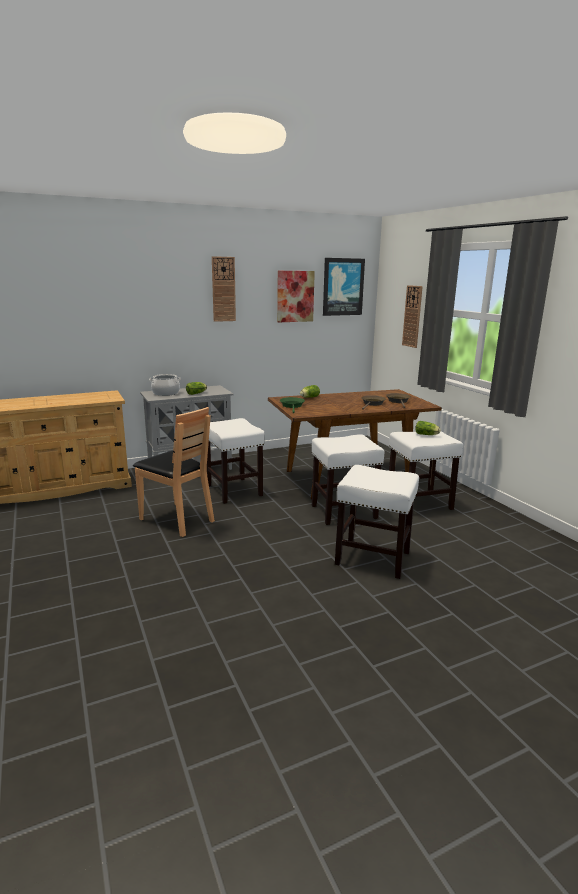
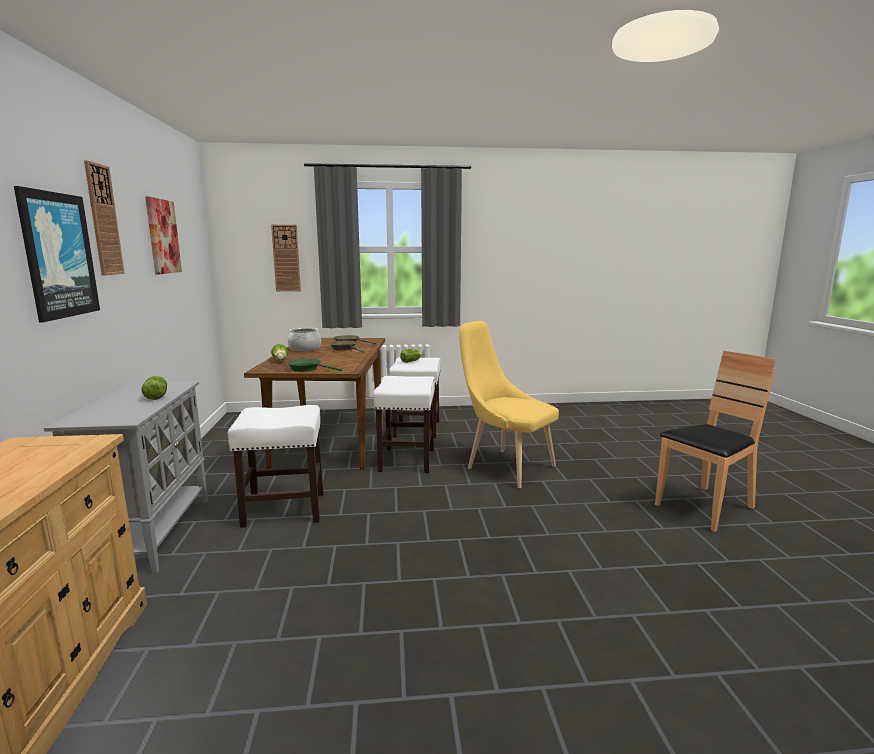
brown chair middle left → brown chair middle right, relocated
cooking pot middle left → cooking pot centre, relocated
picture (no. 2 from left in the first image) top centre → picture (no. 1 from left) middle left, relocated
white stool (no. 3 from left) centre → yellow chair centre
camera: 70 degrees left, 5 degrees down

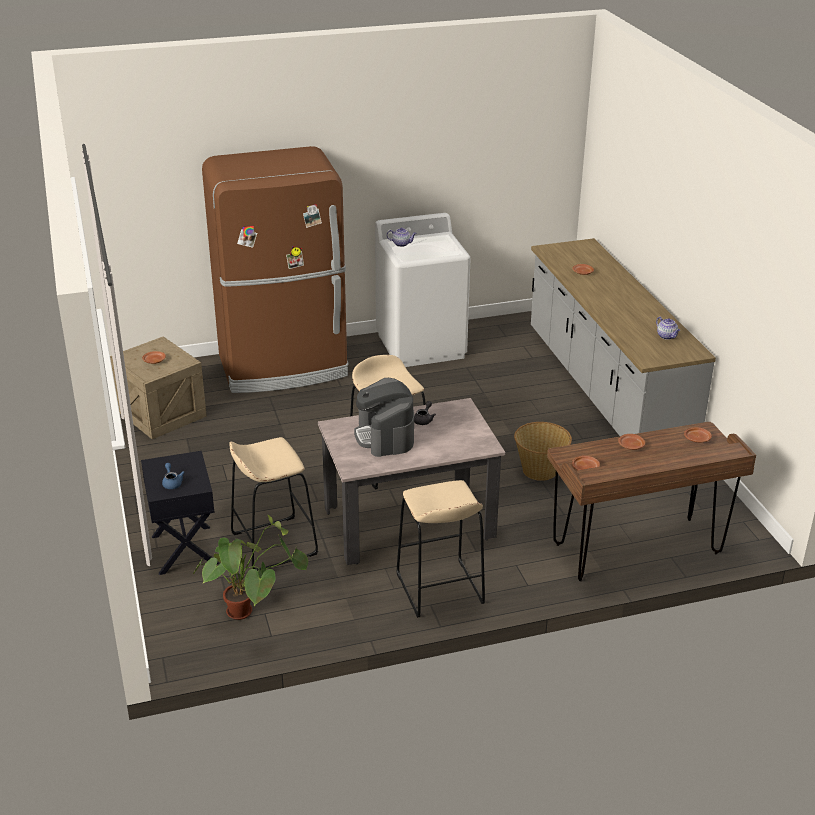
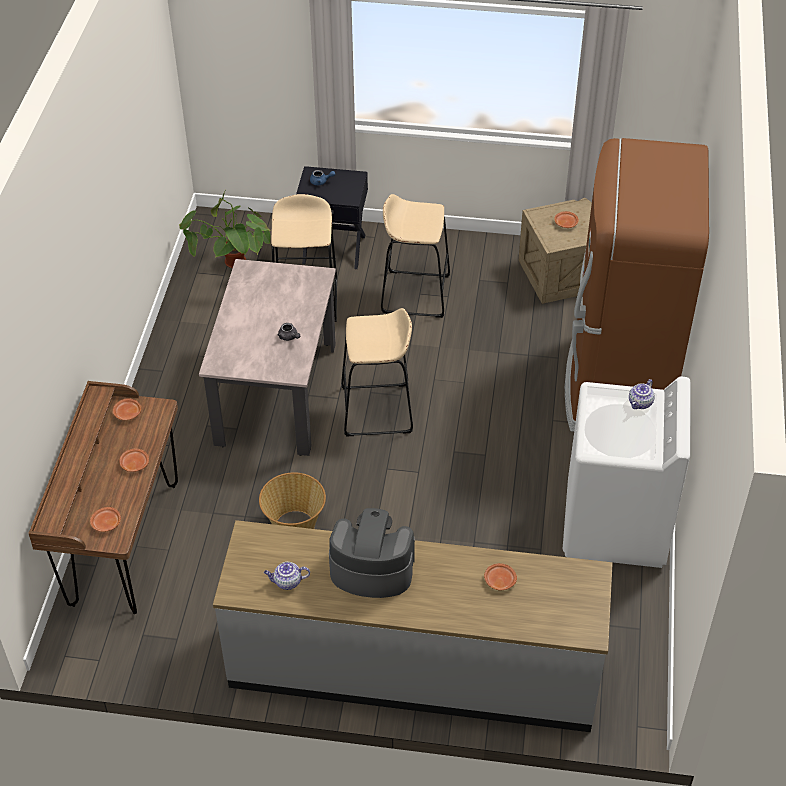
coffee machine centre → coffee machine bottom centre, relocated
beige stool (no. 3 from left) bottom centre → beige stool (no. 3 from left) top centre, relocated
camera: 115 degrees right, 15 degrees up

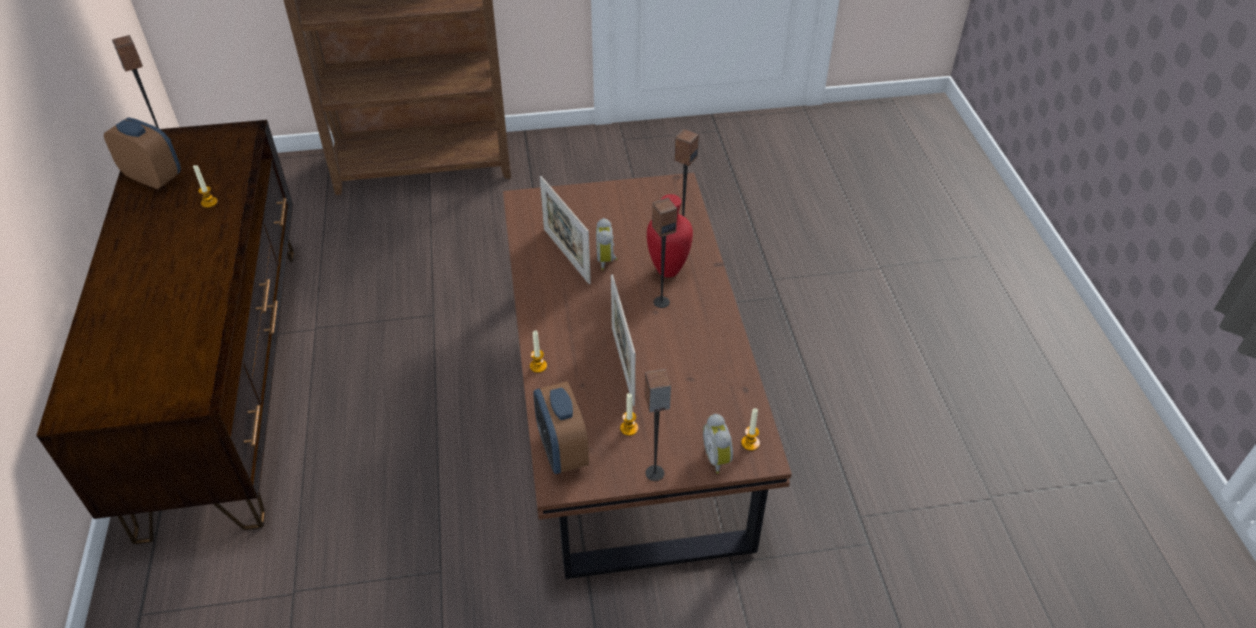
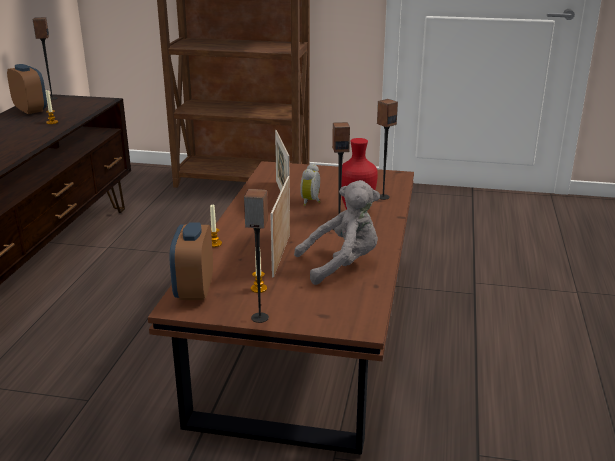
alarm clock (no. 4 from left) bottom centre → -
candle (no. 4 from left) bottom centre → -
- → grey plush toy centre
camera: 20 degrees right, 20 degrees down

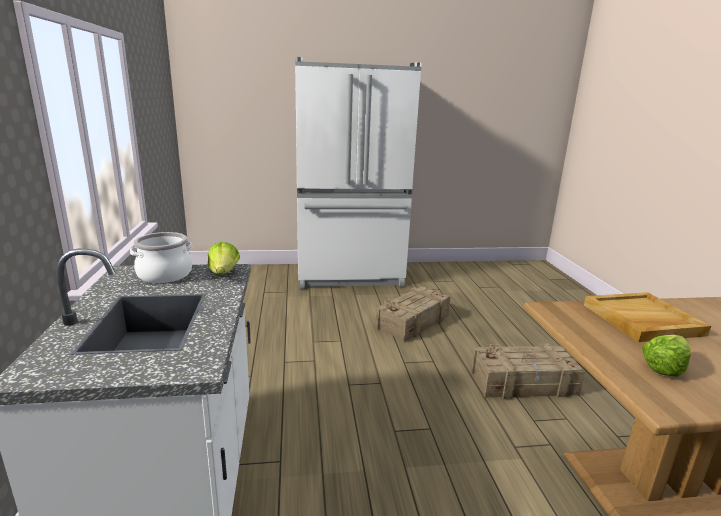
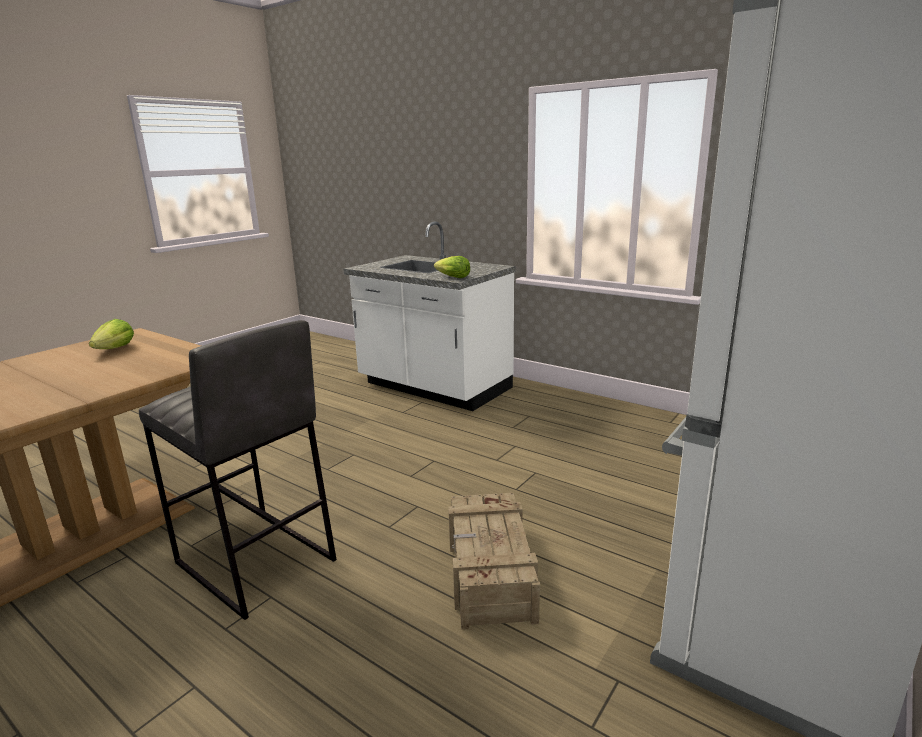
cooking pot middle left → -
crate (no. 2 from left) bottom right → grey stool middle left
beige tray middle right → -
camera: 135 degrees right, 0 degrees up

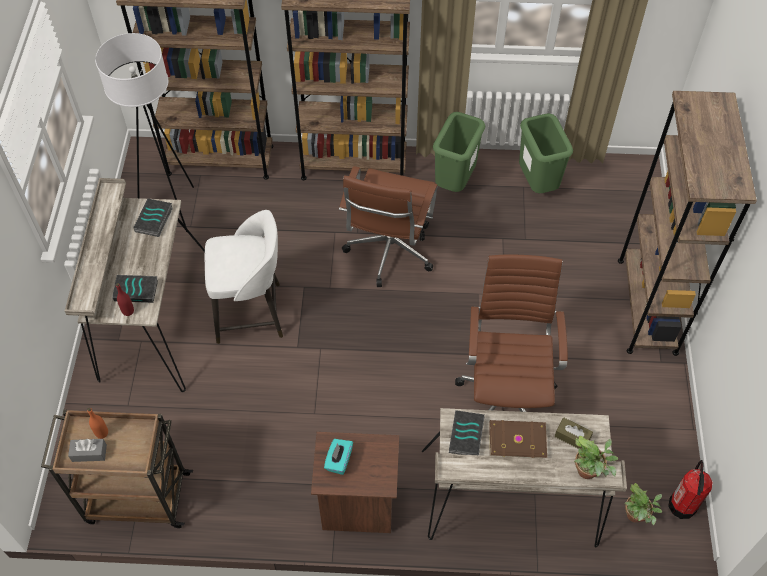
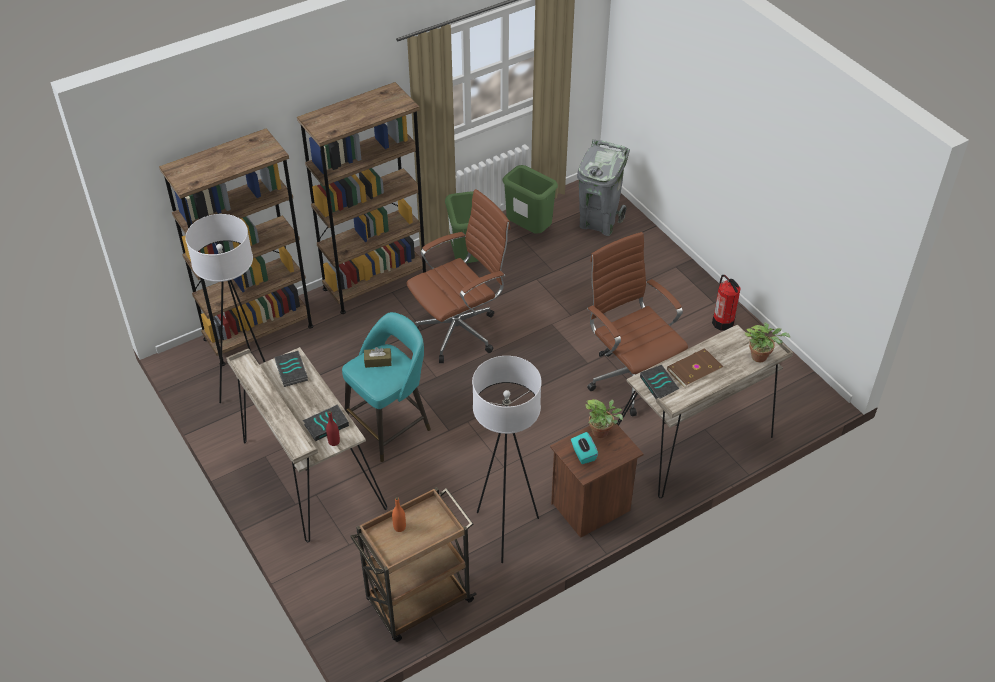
grey tissue box bottom left → -
white stool middle left → turquoise stool centre
brown office chair (no. 1 from left) centre, 105 degrees counterclockwise
brown tissue box bottom right → brown tissue box centre, relocated
brown bookcase (no. 3 from left) middle right → -
potted plant (no. 2 from left in the first image) bottom right → potted plant (no. 1 from left) centre, relocated
fire extinguisher bottom right → fire extinguisher middle right, relocated
- → white floor lamp (no. 2 from left) bottom centre
- → grey trash can top centre
camera: 35 degrees left, 10 degrees down

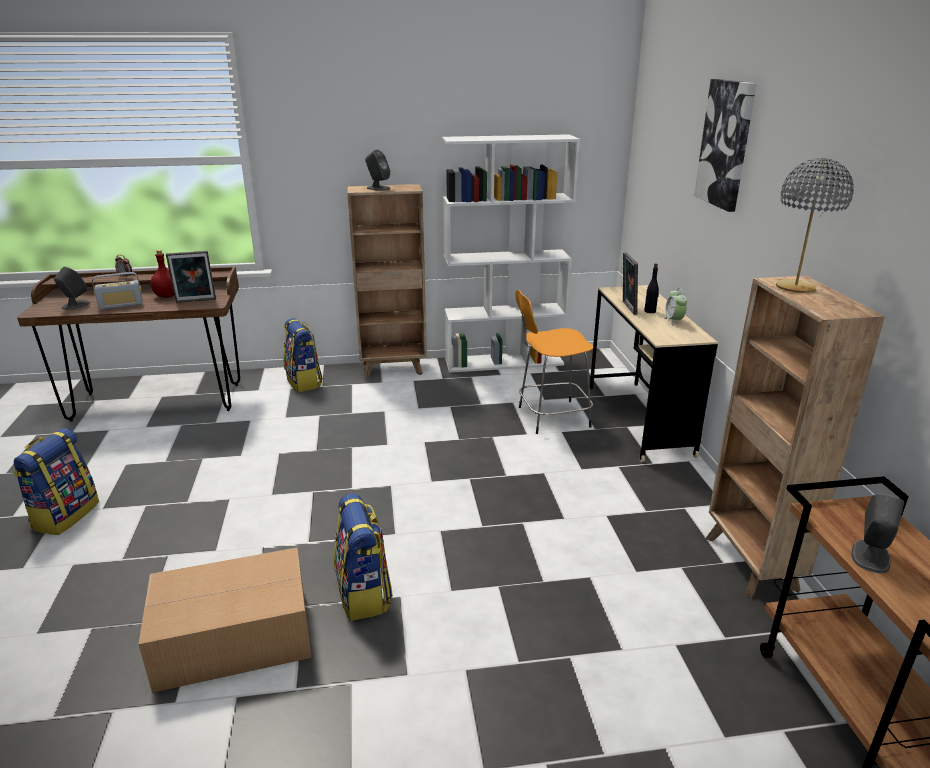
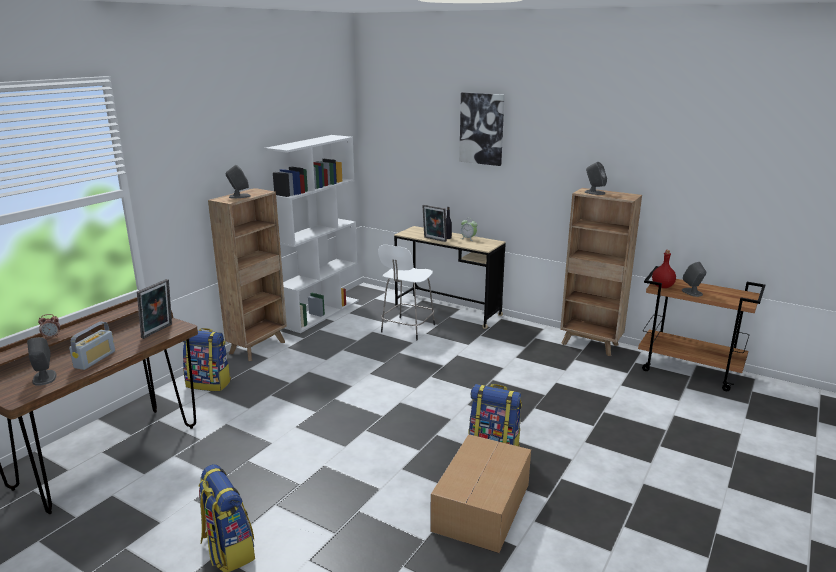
red bottle middle left → red bottle middle right, relocated
orange stool centre → white stool centre
grey table lamp top right → grey speaker (no. 3 from left) top right
camera: 50 degrees left, 5 degrees down

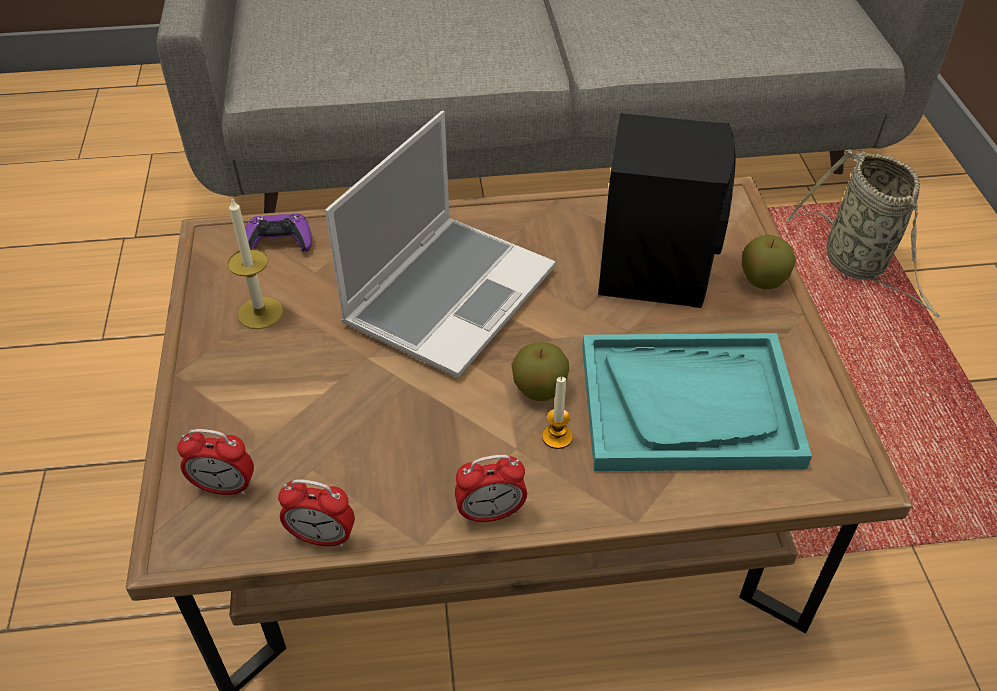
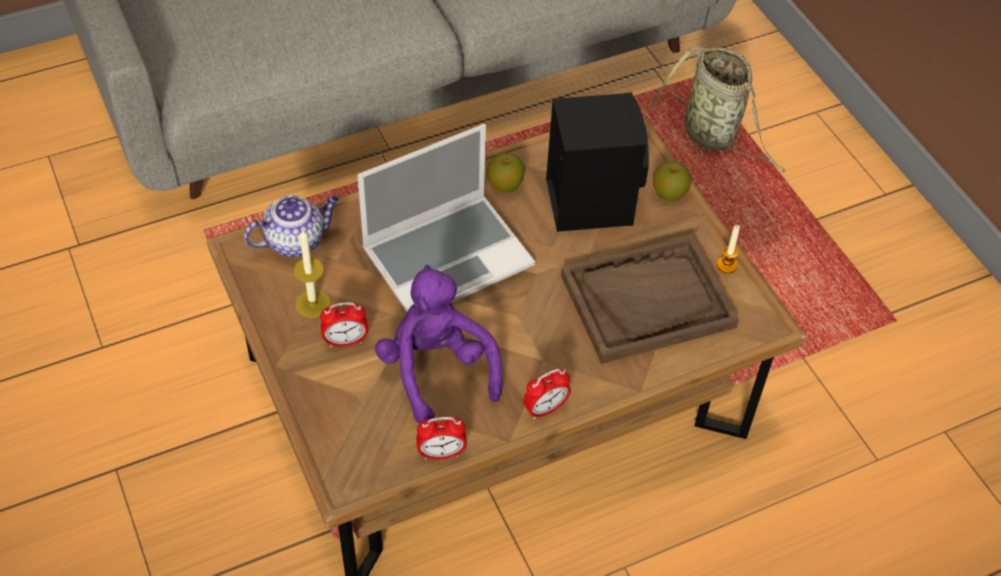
alarm clock (no. 1 from left) bottom left → alarm clock (no. 1 from left) centre, relocated
purple game controller middle left → teapot middle left
laptop centre, 45 degrees clockwise
apple (no. 1 from left) centre → apple (no. 1 from left) top centre, relocated
candle (no. 2 from left) centre → candle (no. 2 from left) middle right, relocated
turquoise tray middle right → brown tray centre
- → purple plush toy centre
camera: 20 degrees left, 5 degrees up

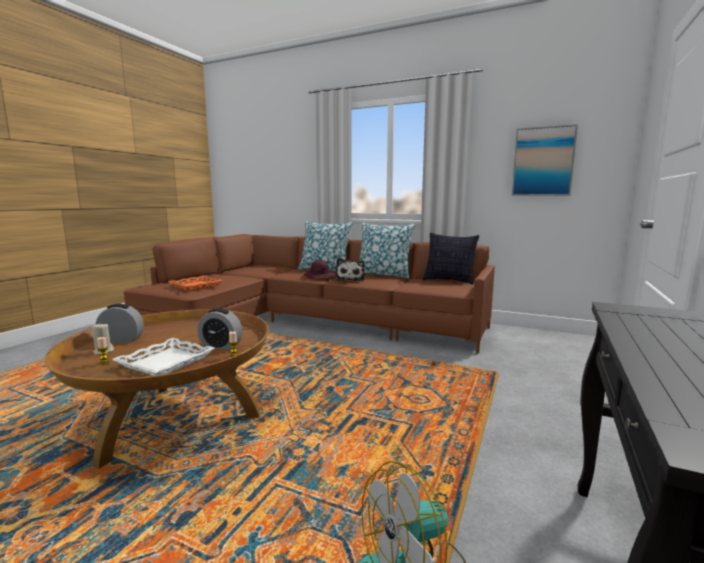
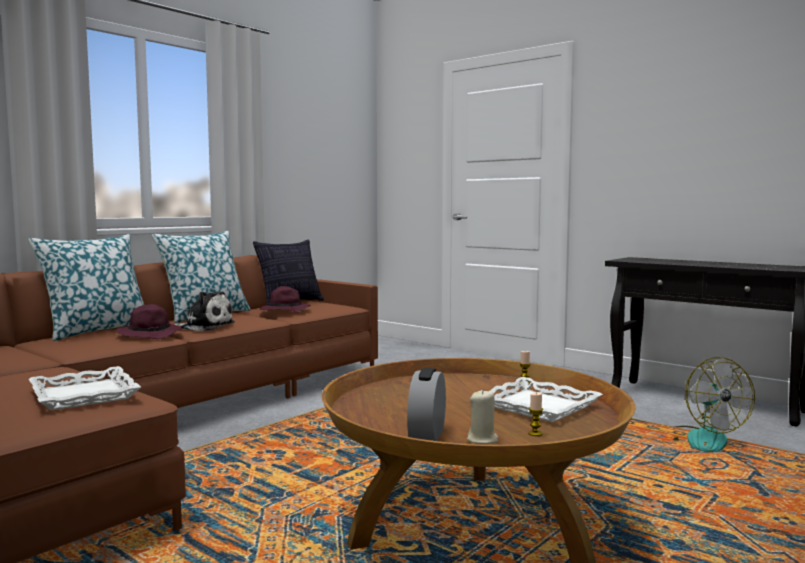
orange tray middle left → white tray (no. 1 from left) bottom left
alarm clock (no. 2 from left) middle left → -
picture top right → -
- → purple hat (no. 2 from left) centre
camera: 75 degrees left, 5 degrees down

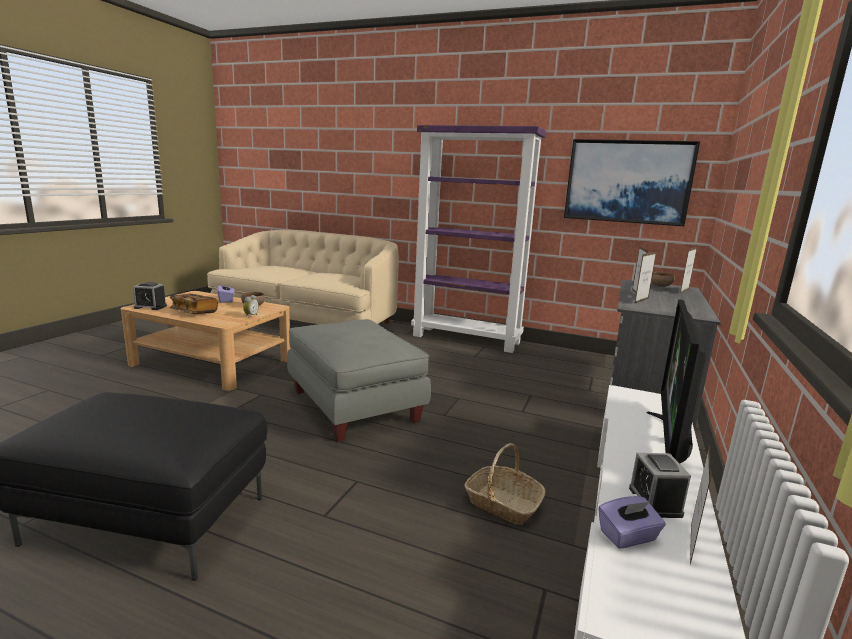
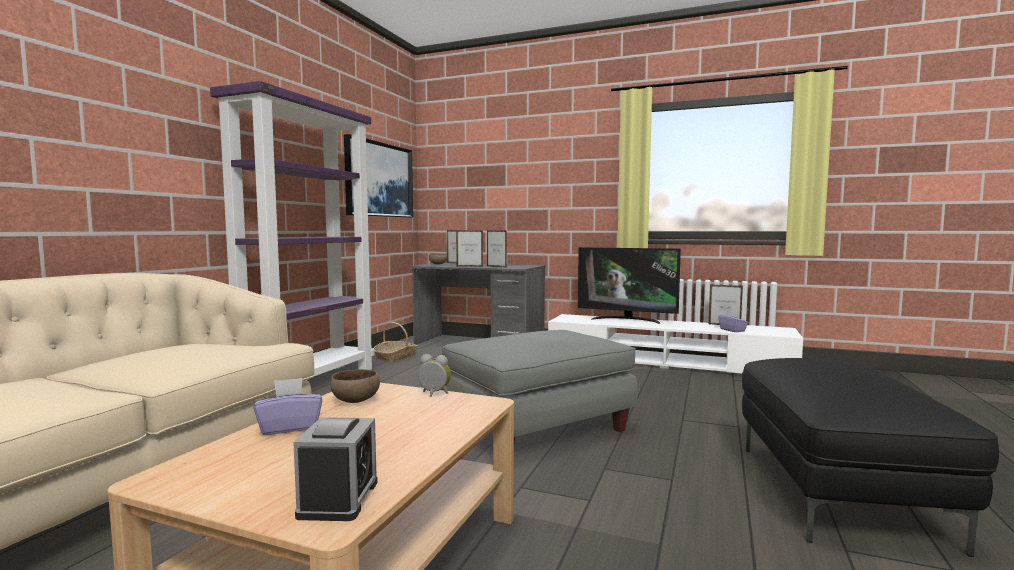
book middle left → -
basket bottom centre → basket centre, relocated
alarm clock (no. 3 from left) bottom right → -
camera: 90 degrees left, 10 degrees down

